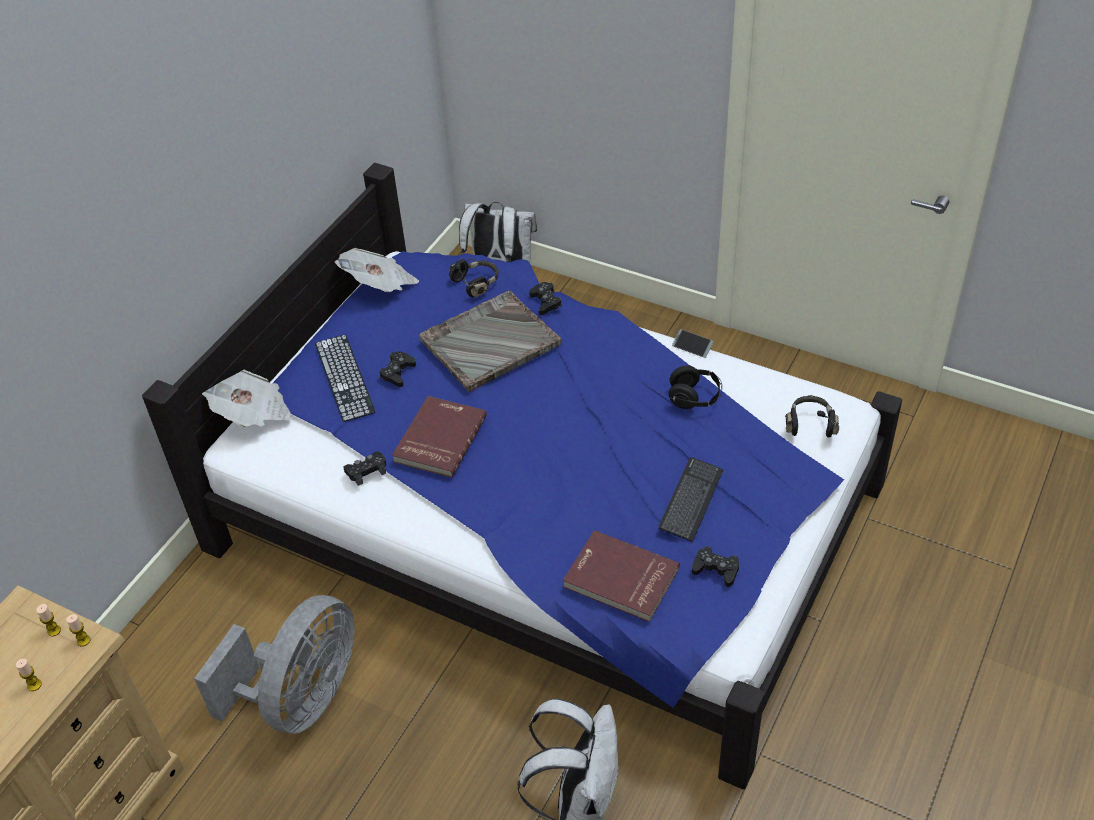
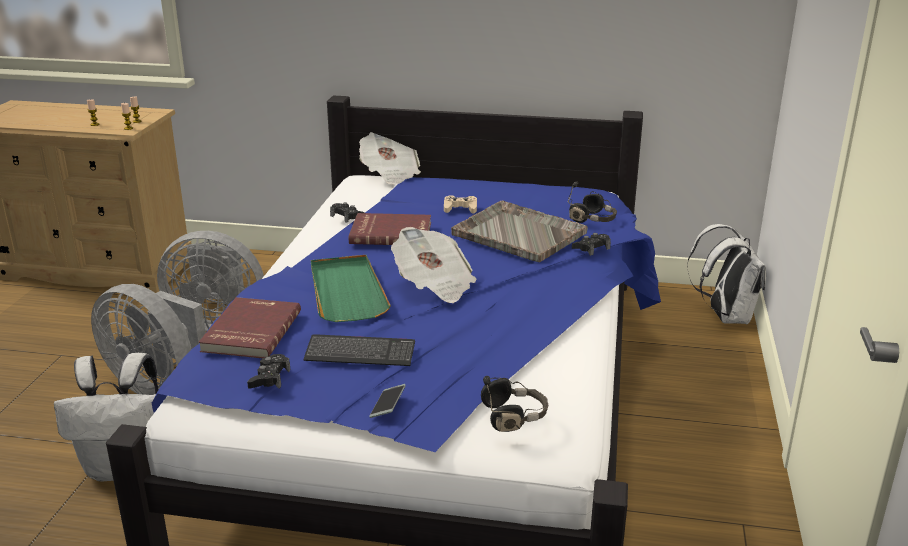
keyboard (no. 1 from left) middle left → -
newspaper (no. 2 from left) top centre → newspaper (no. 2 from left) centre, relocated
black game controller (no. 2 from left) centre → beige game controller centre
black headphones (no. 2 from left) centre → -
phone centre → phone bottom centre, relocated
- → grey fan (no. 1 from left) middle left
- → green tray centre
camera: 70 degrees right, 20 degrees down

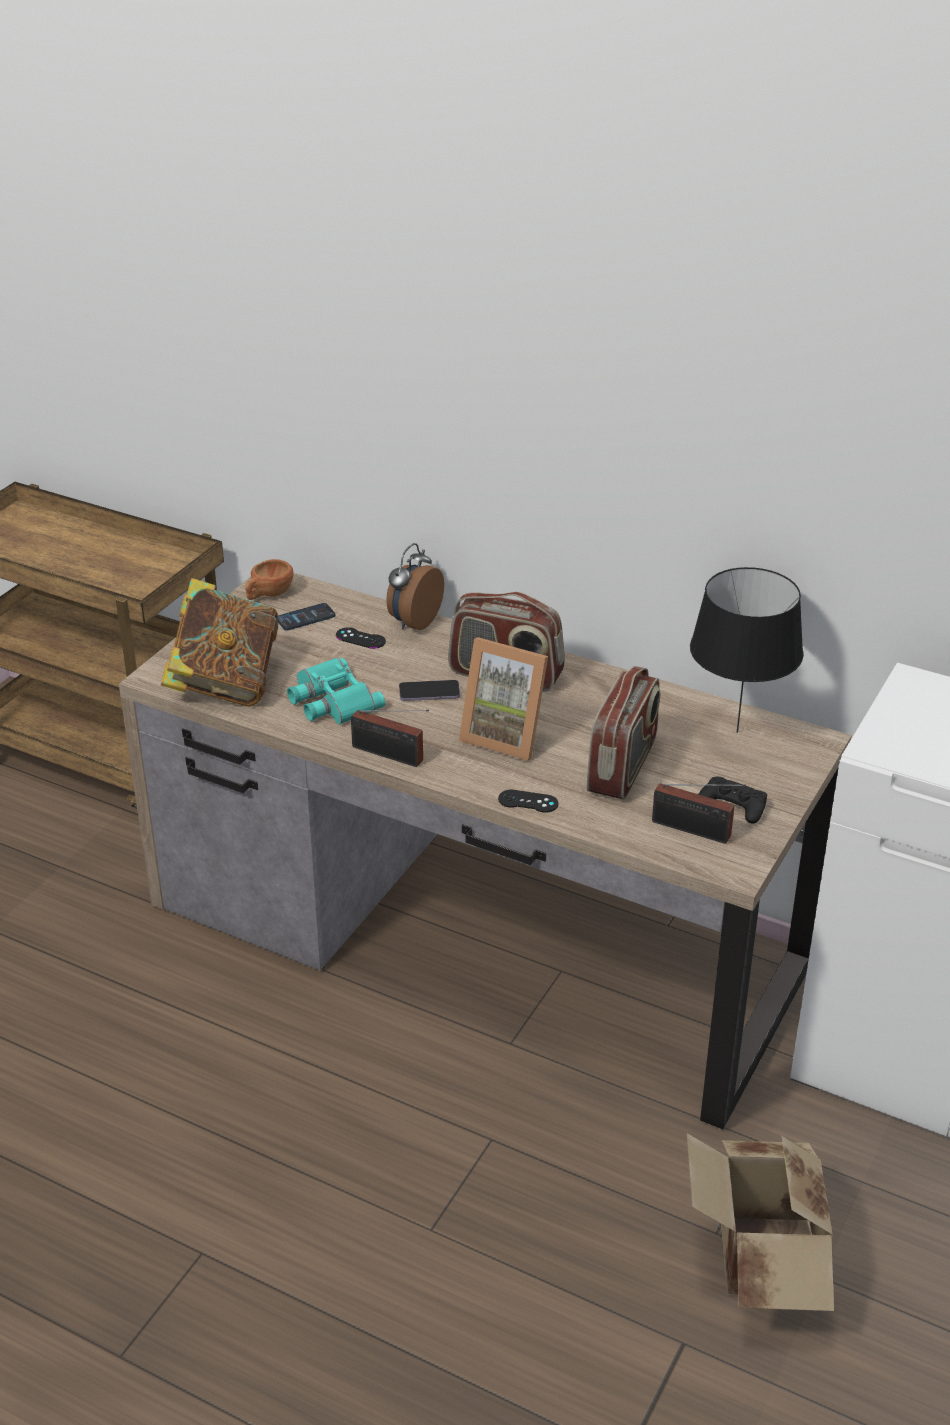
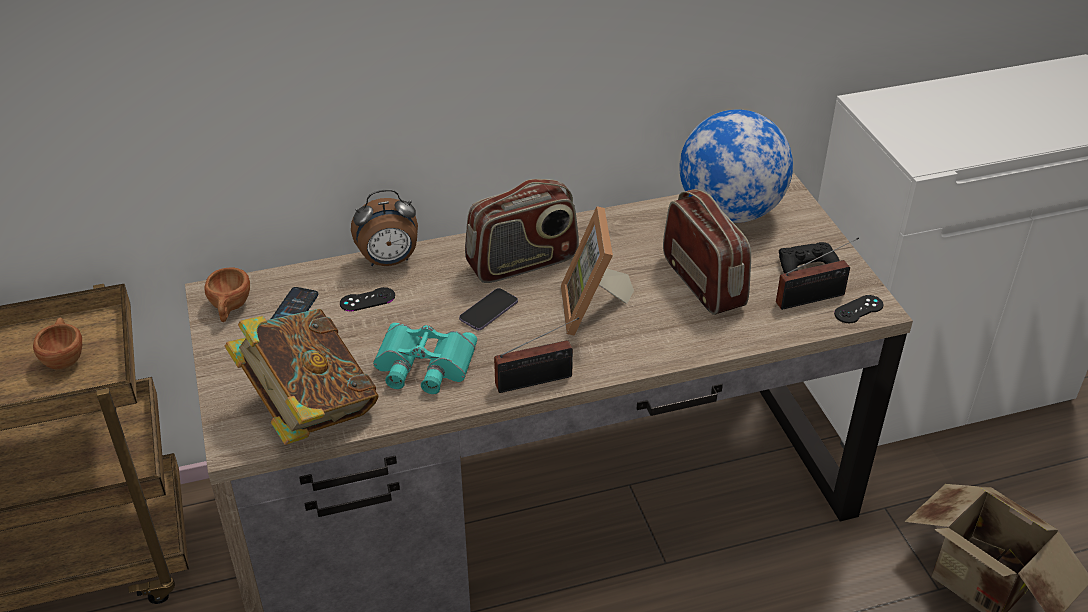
alarm clock centre, 90 degrees counterclockwise
picture frame centre, 105 degrees clockwise
black game controller (no. 2 from left in the first image) centre → black game controller (no. 3 from left) middle right, relocated
black table lamp middle right → globe top right
- → brown cup (no. 1 from left) middle left
camera: 45 degrees left, 5 degrees up

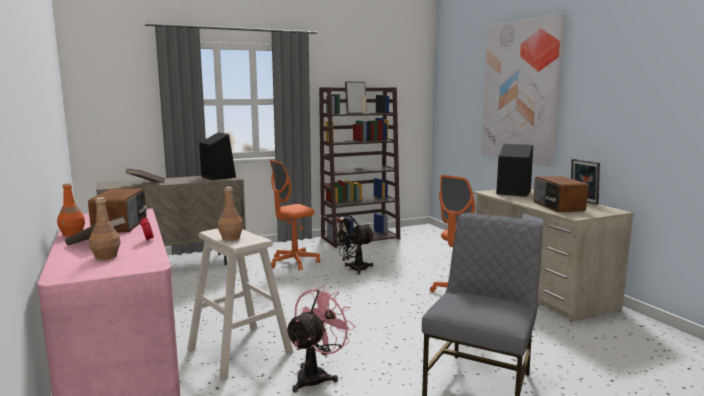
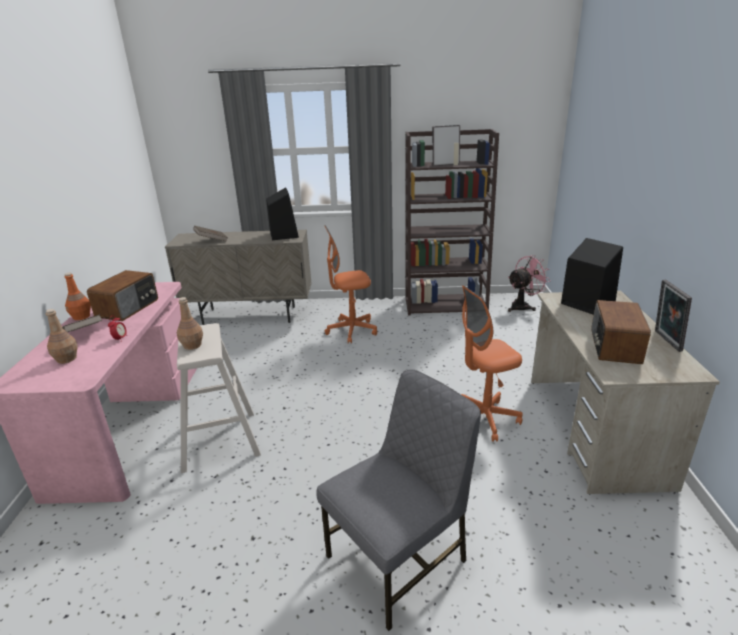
pink fan bottom centre → pink fan middle right, relocated
black fan centre → -
picture top right → -
camera: 25 degrees right, 15 degrees up

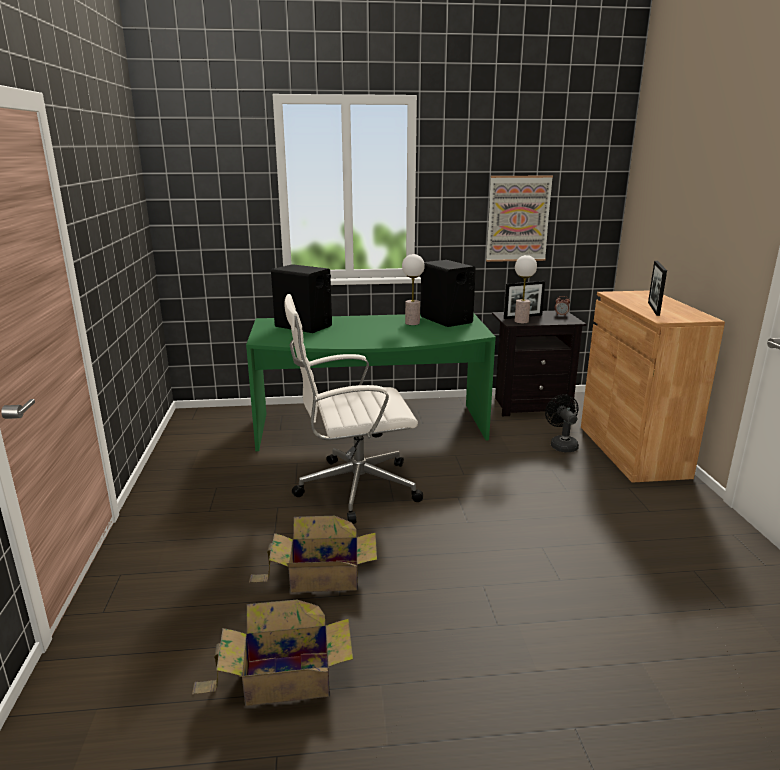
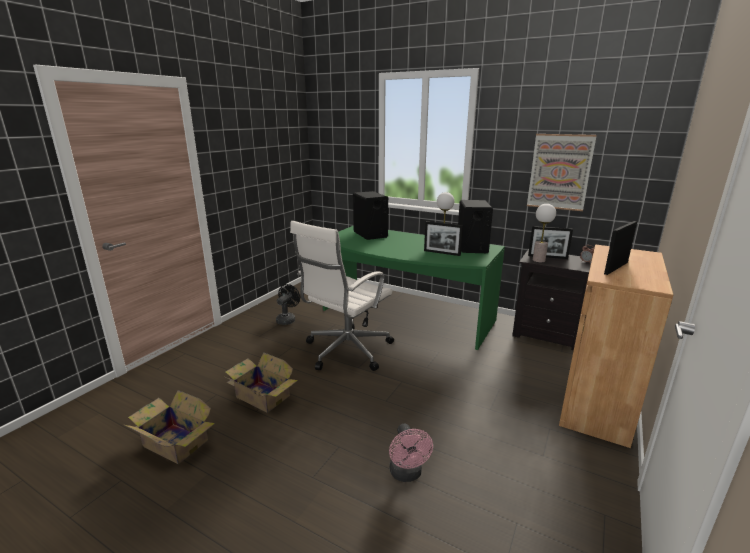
white office chair centre, 75 degrees counterclockwise
black fan middle right → black fan centre, relocated
- → pink fan bottom centre
- → picture frame (no. 1 from left) centre
camera: 35 degrees right, 0 degrees up

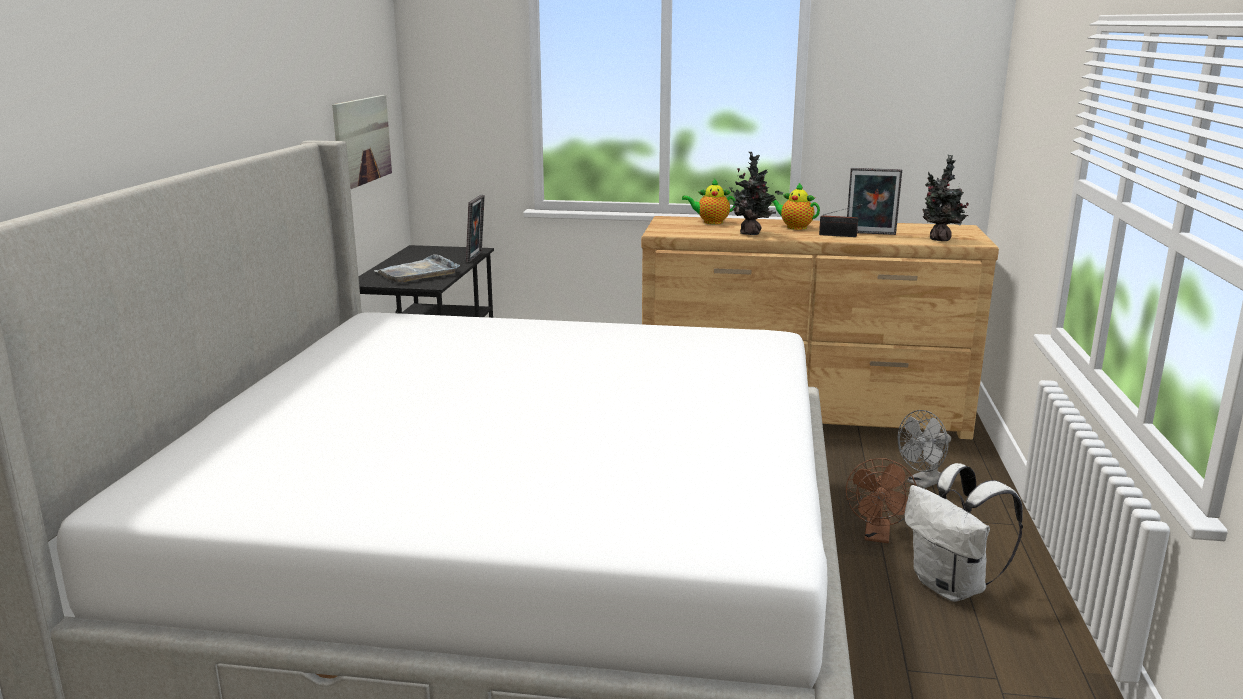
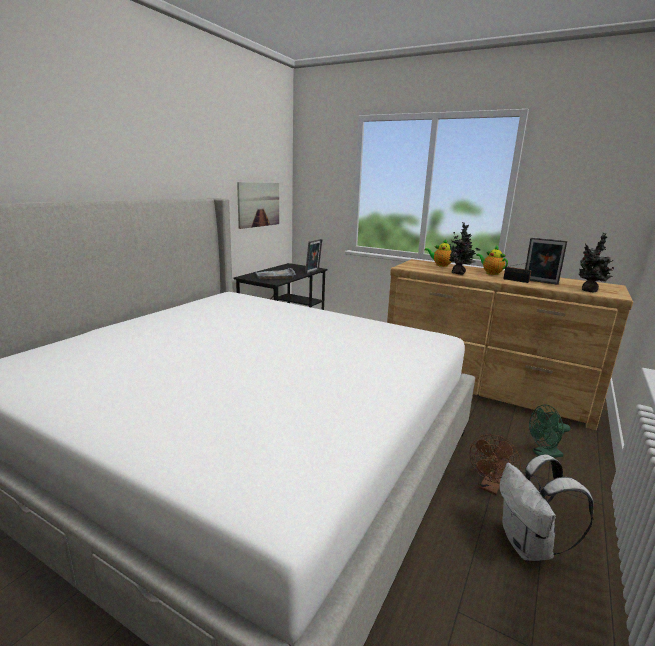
grey fan middle right → green fan bottom right
camera: 20 degrees right, 0 degrees up

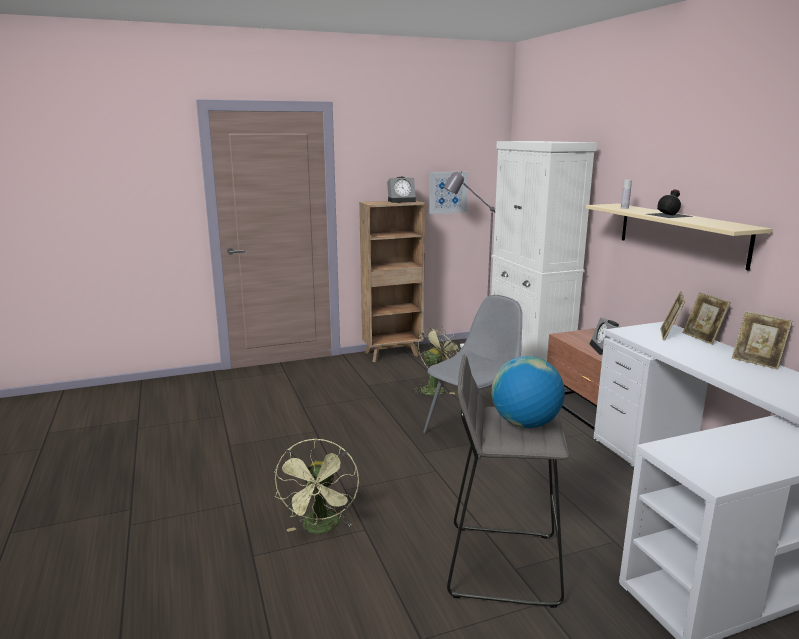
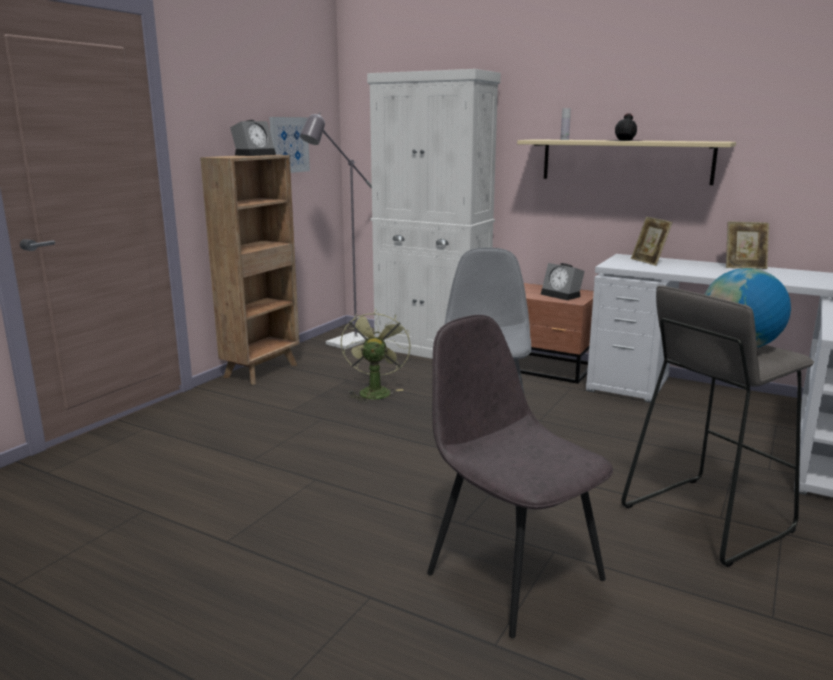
green fan (no. 1 from left) bottom centre → grey chair (no. 2 from left) bottom centre
picture frame (no. 2 from left) middle right → -
camera: 40 degrees left, 0 degrees up

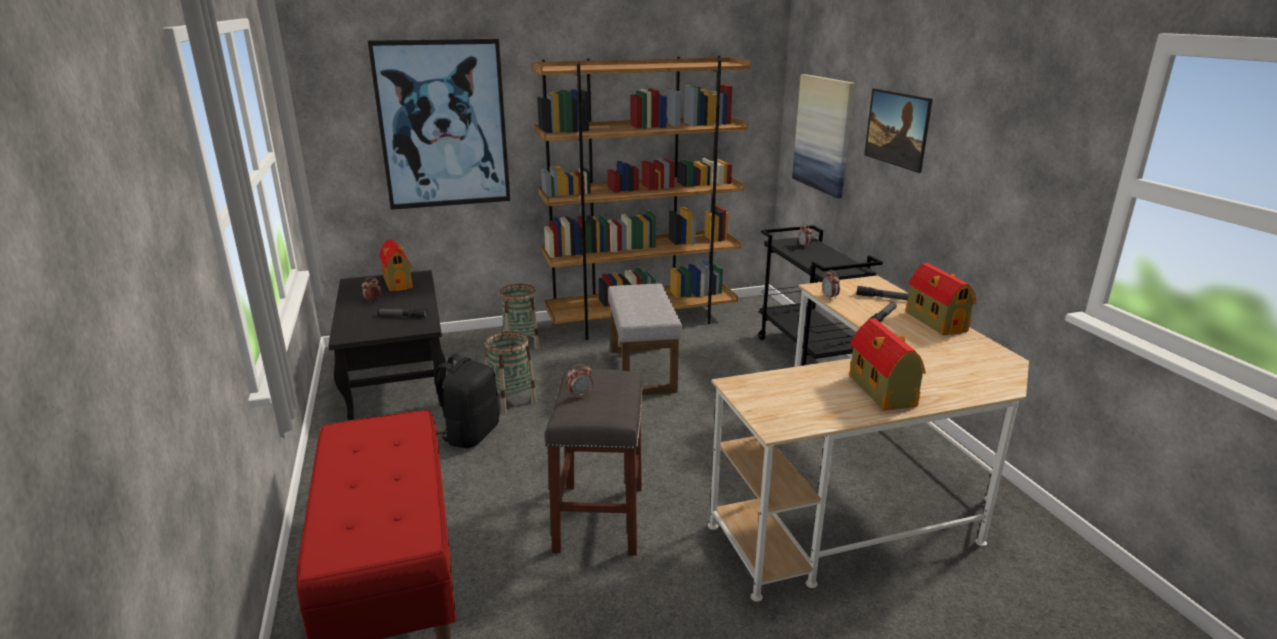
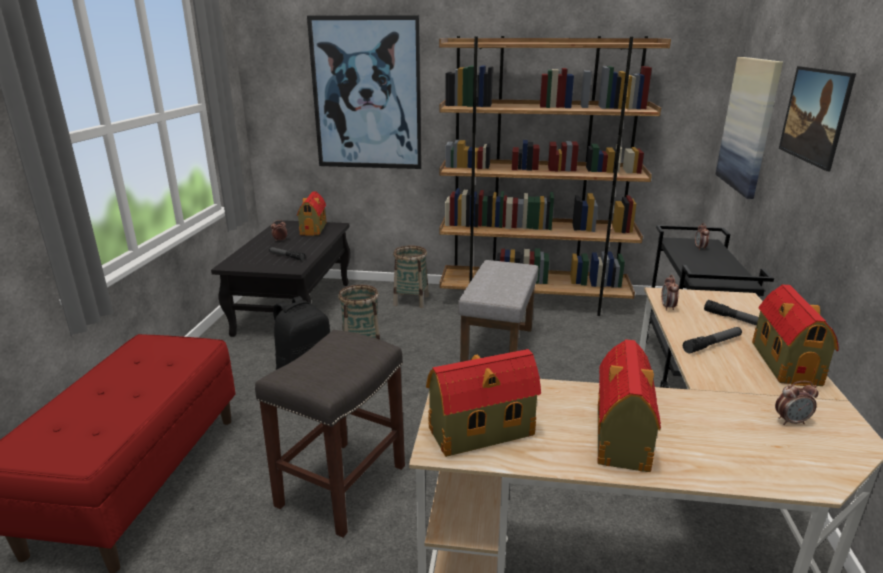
alarm clock (no. 2 from left in the first image) centre → alarm clock (no. 4 from left) bottom right, relocated
- → toy house (no. 2 from left) bottom centre
camera: 25 degrees right, 0 degrees up

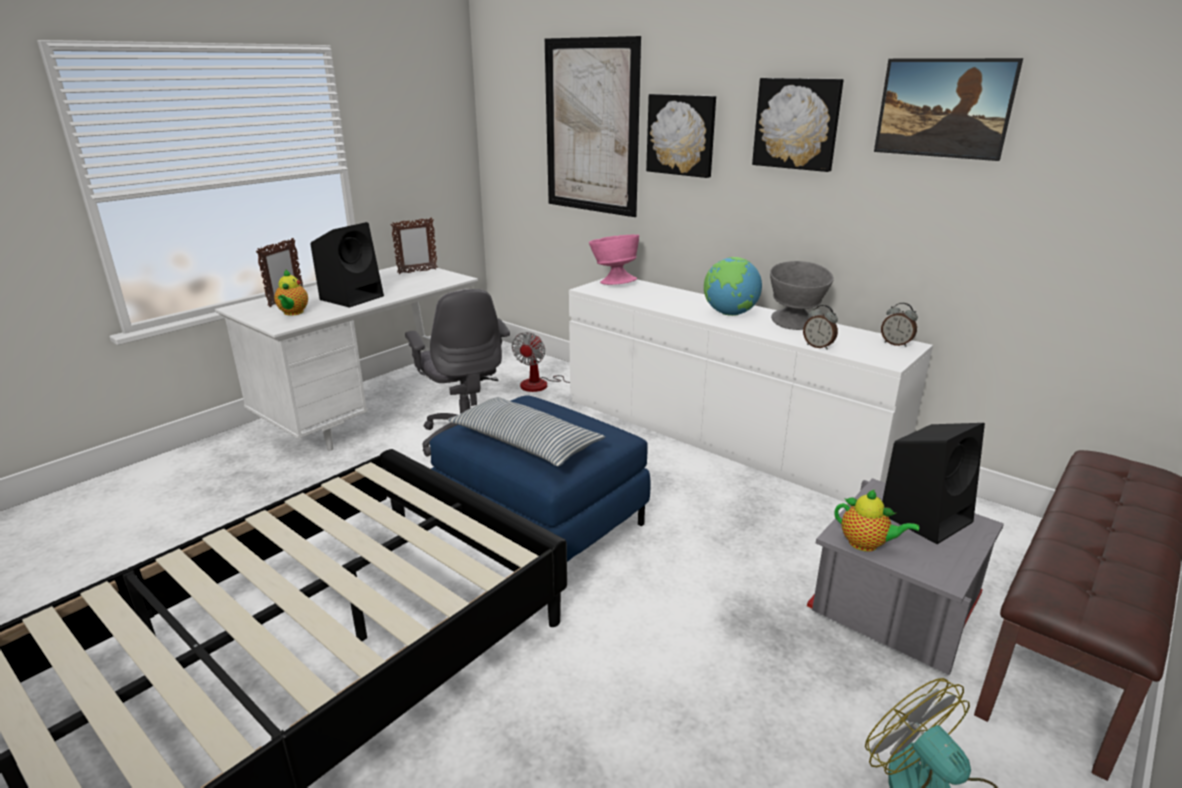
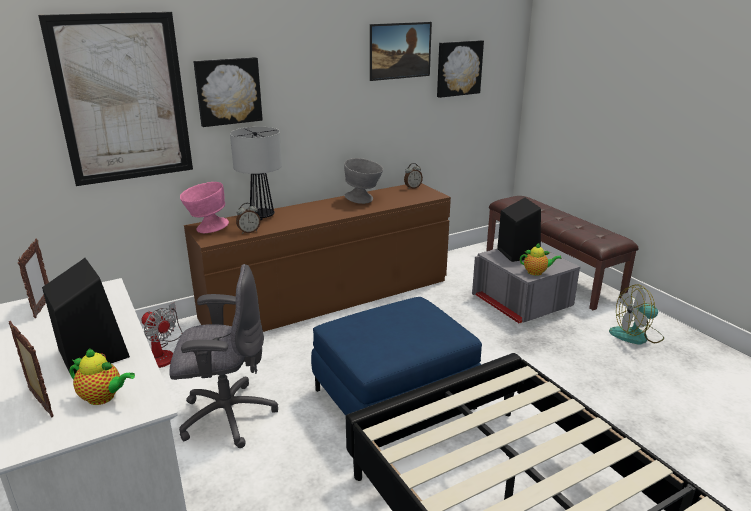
pillow centre → -
white dresser centre → brown dresser centre
globe centre → -
picture (no. 3 from left in the first image) top right → picture (no. 4 from left) top centre, relocated
alarm clock (no. 1 from left) middle right → alarm clock (no. 1 from left) middle left, relocated
teapot (no. 2 from left) middle right, 45 degrees clockwise
- → table lamp centre
camera: 70 degrees left, 0 degrees up

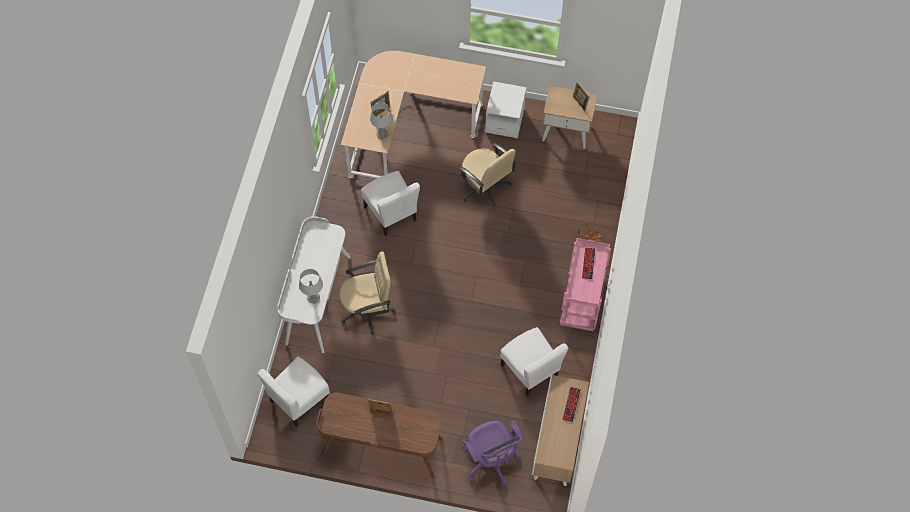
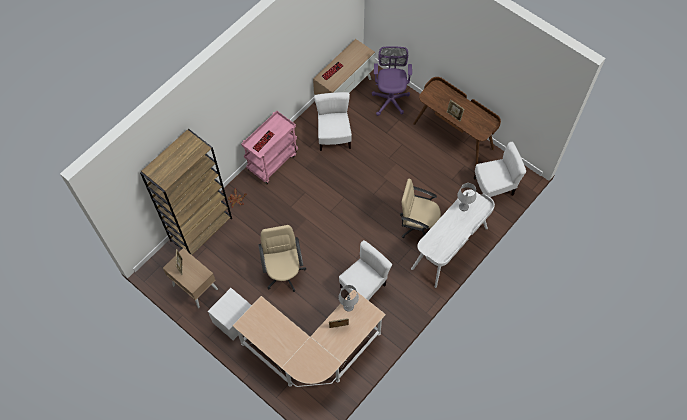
white chair (no. 2 from left) centre, 45 degrees clockwise
- → brown bookcase middle left
camera: 150 degrees left, 0 degrees up

